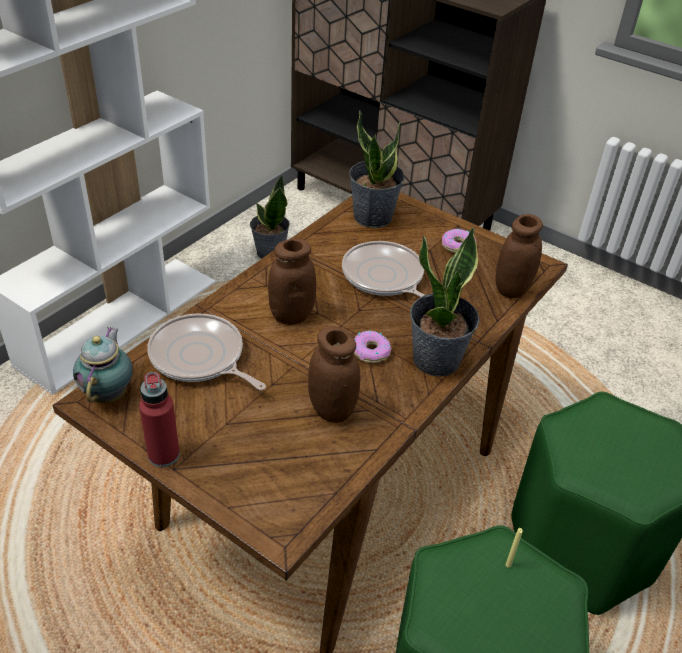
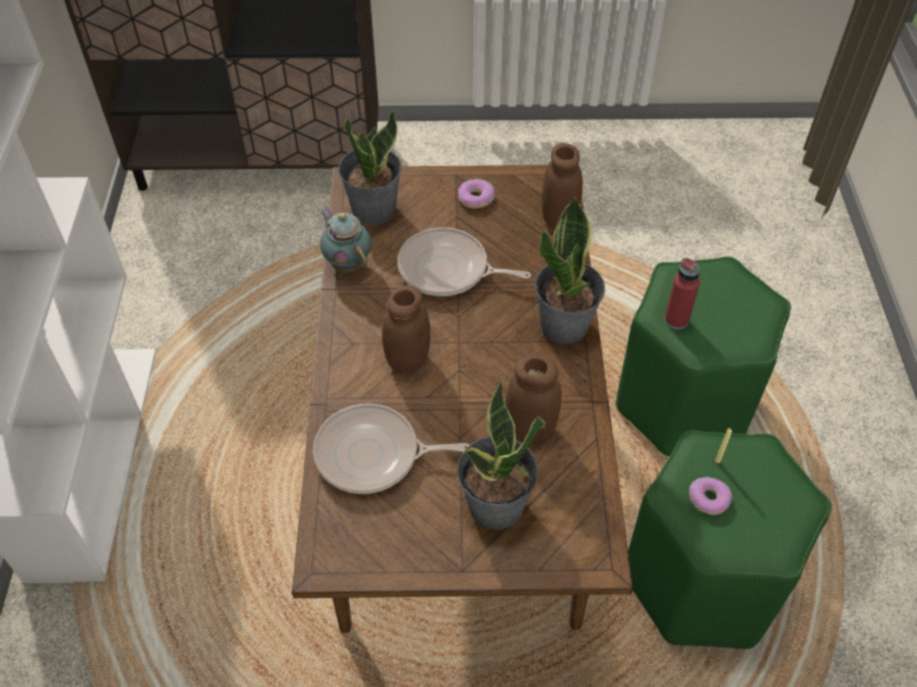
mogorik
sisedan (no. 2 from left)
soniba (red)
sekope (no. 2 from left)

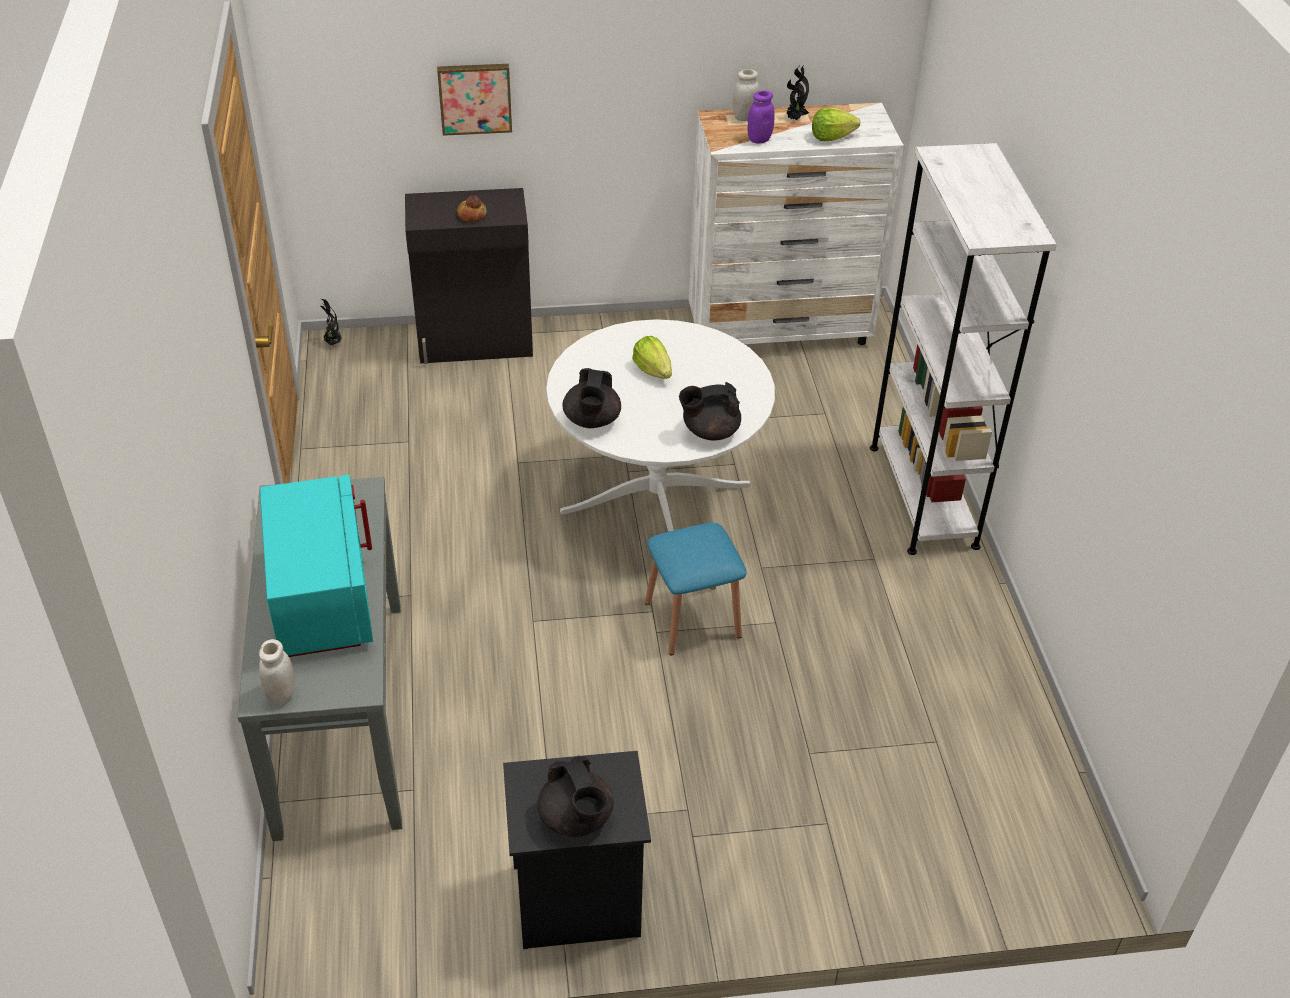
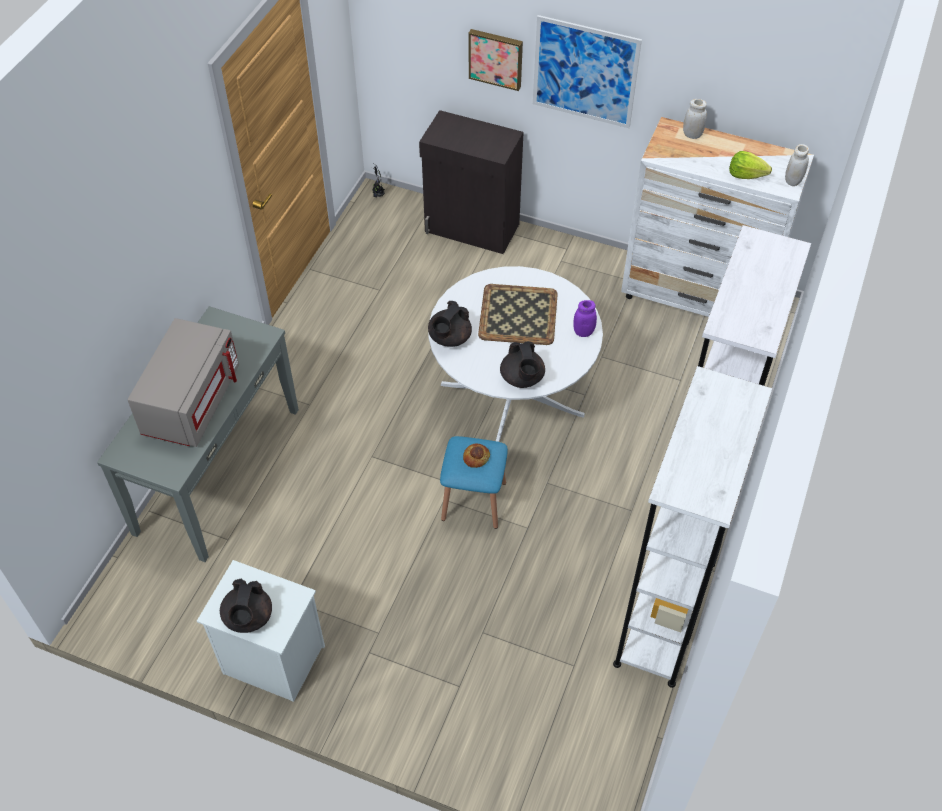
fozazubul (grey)
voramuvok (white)
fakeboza
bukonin
mogorik (black) (no. 3 from left)
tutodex (no. 2 from left)
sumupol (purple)
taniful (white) (no. 1 from left)
sumupol (white) (no. 2 from left)
sisedan (no. 2 from left in the first image)

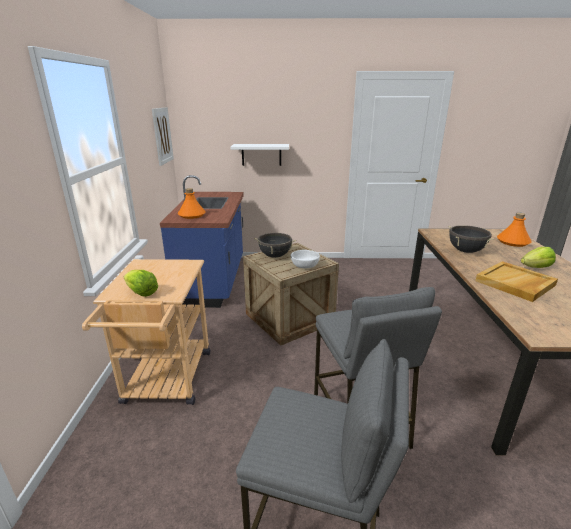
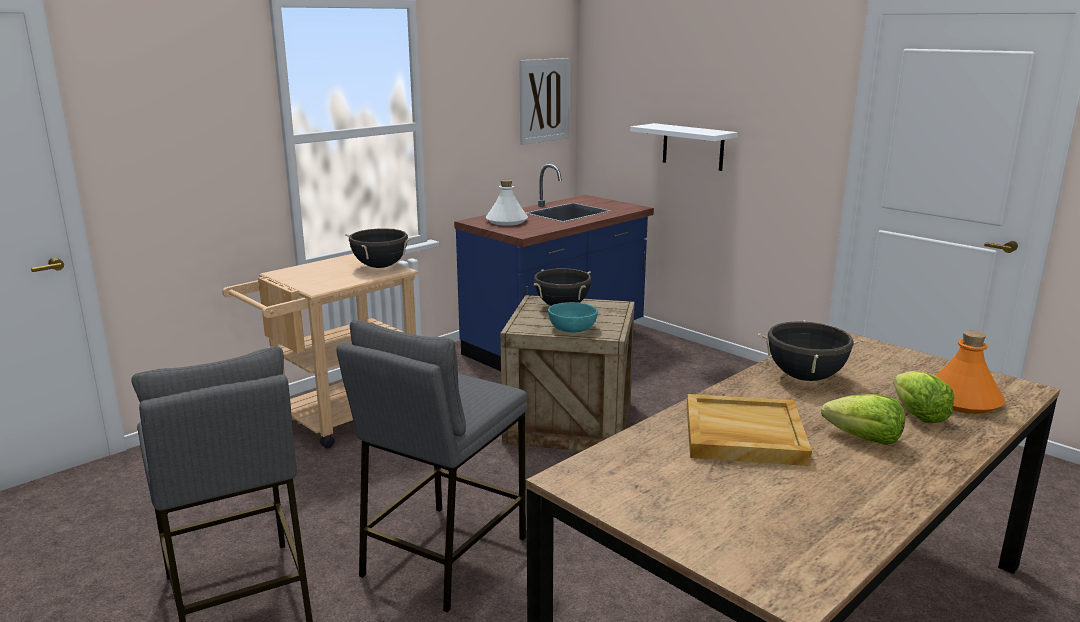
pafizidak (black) (no. 1 from left)
soniba (white)
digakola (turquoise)
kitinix (no. 2 from left)

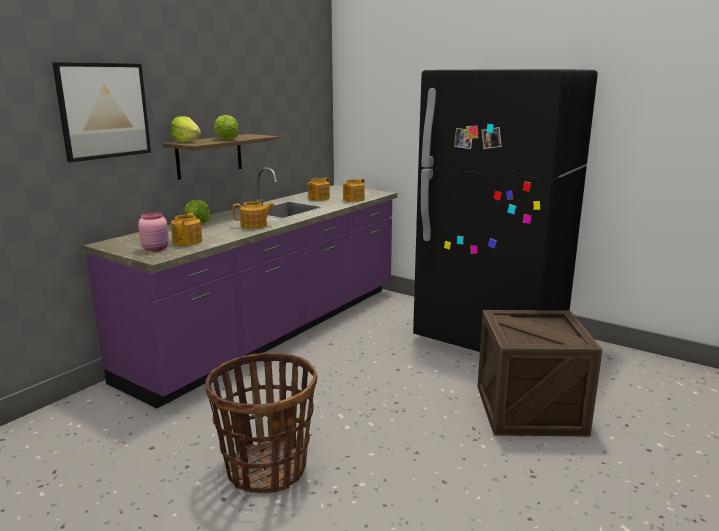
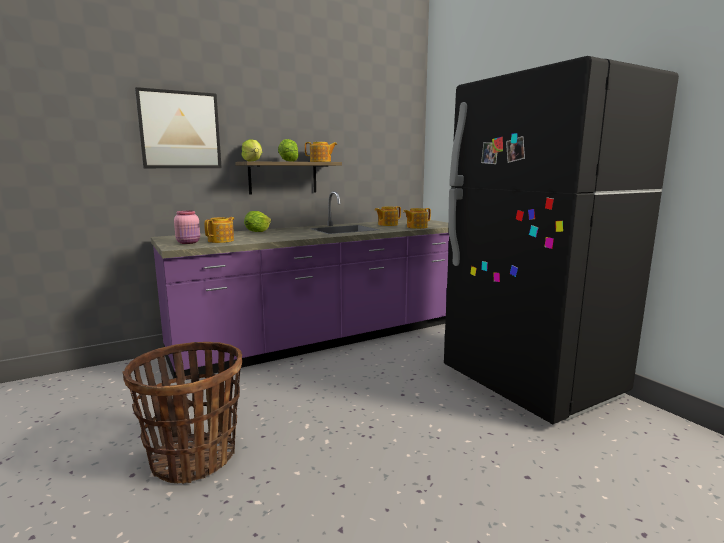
mogorik (no. 2 from left)
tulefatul

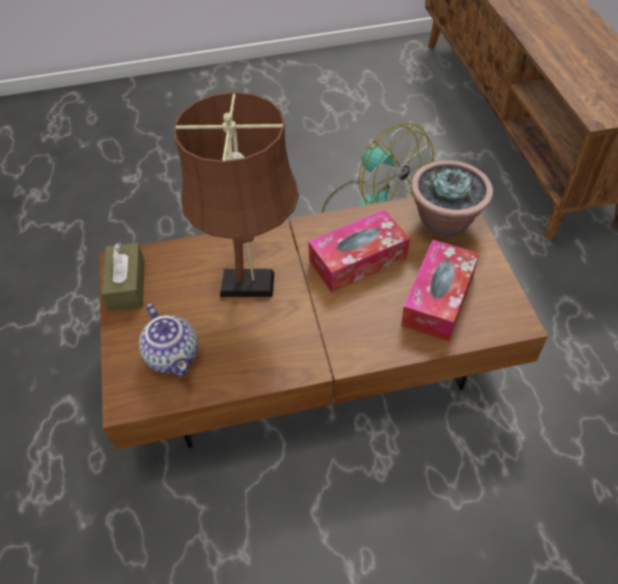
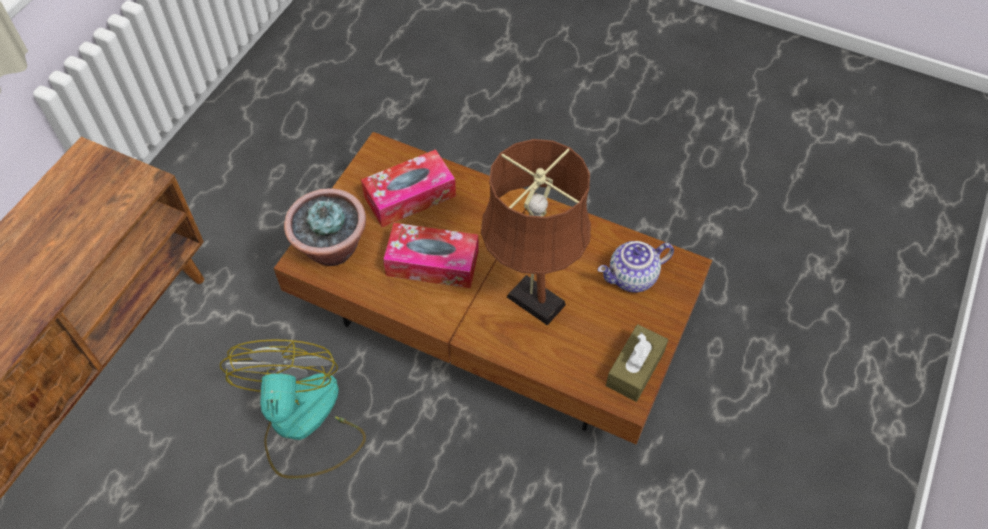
mogorik

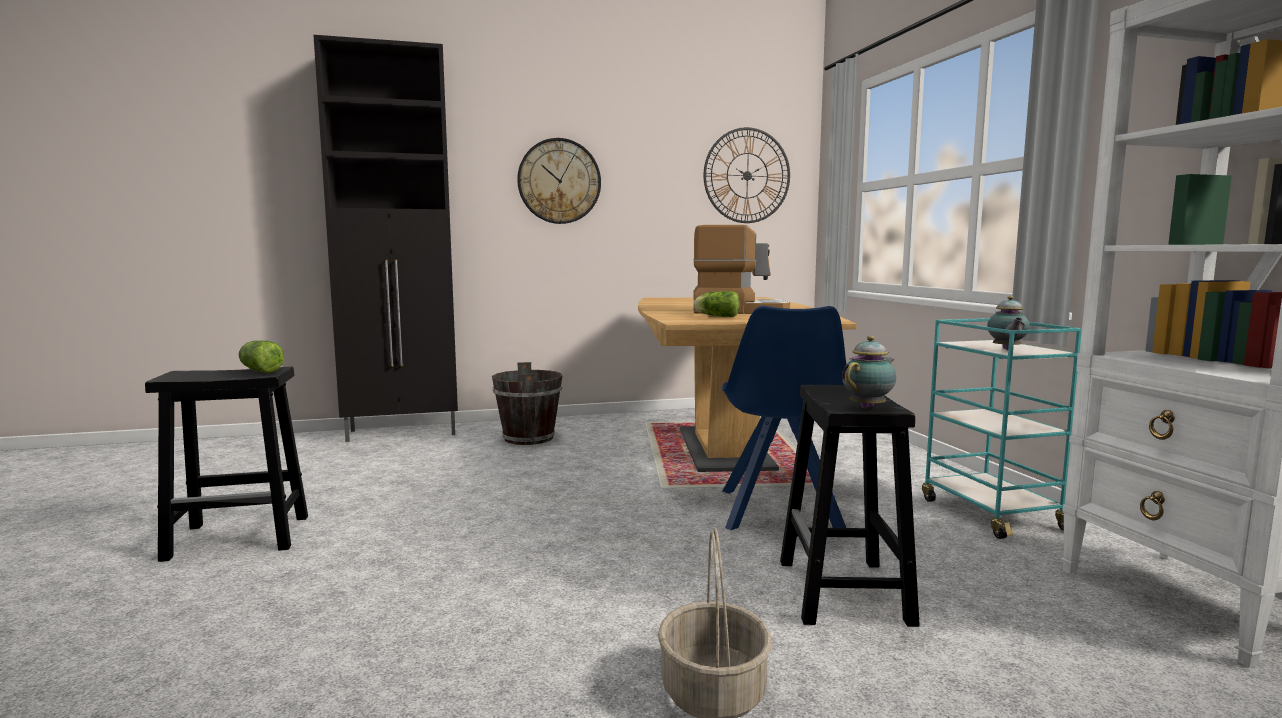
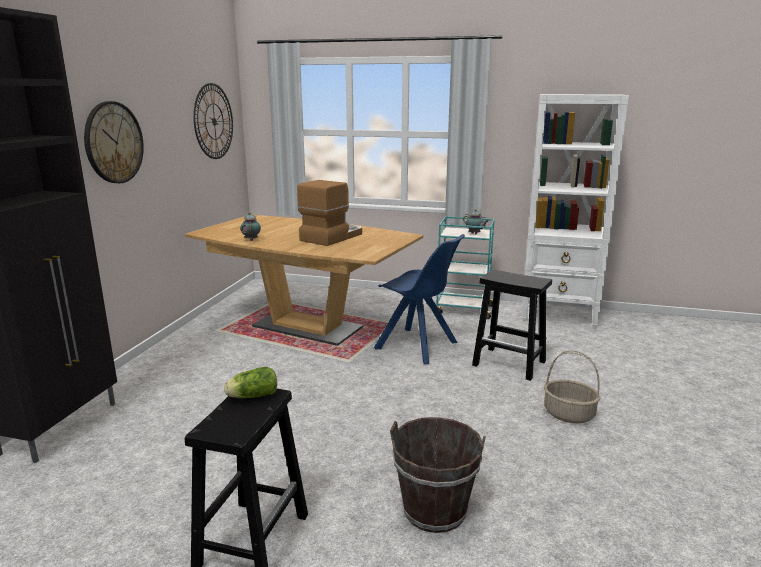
mogorik (no. 1 from left)
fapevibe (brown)
kitinix (no. 2 from left in the first image)

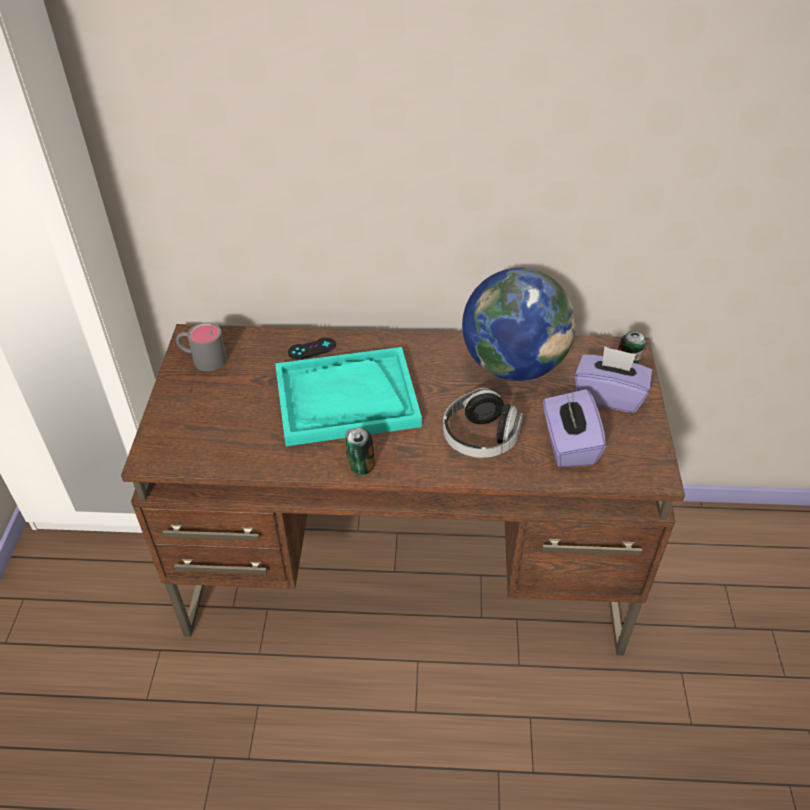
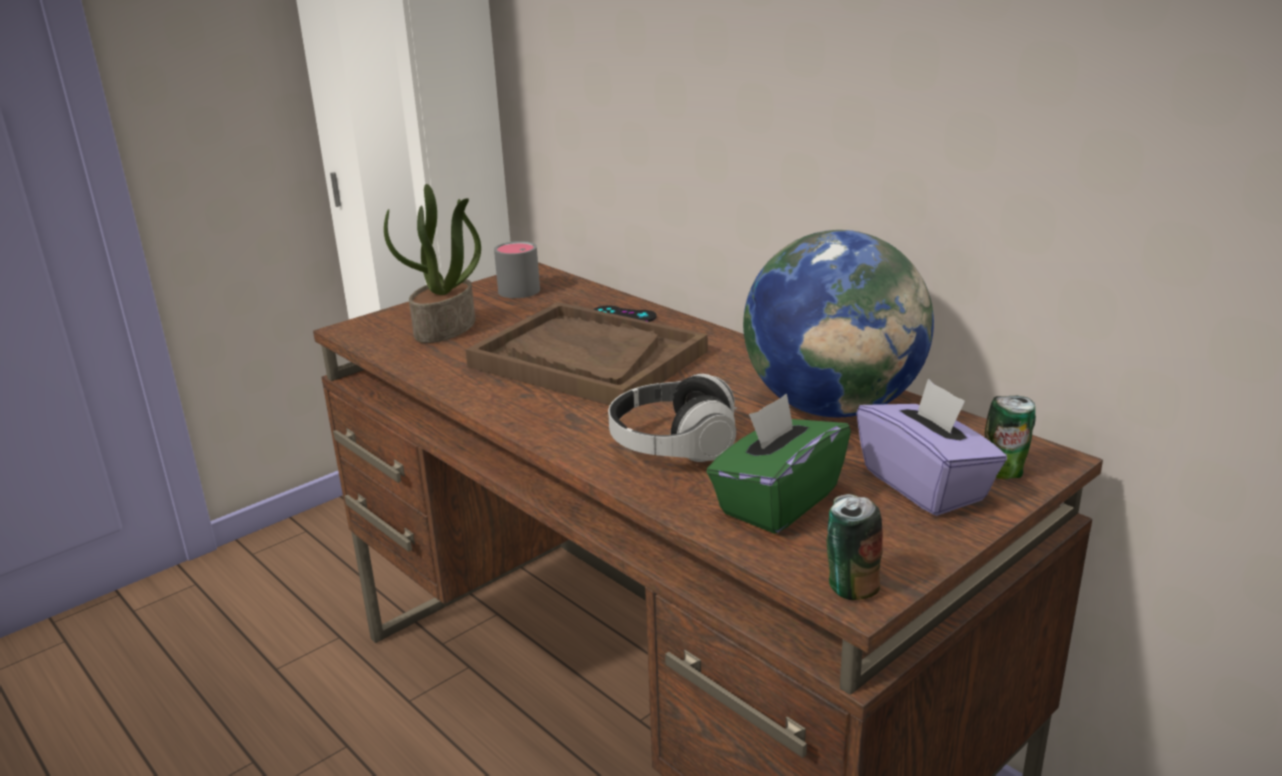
sisedan
bukonin (brown)
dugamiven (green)
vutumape (no. 1 from left)

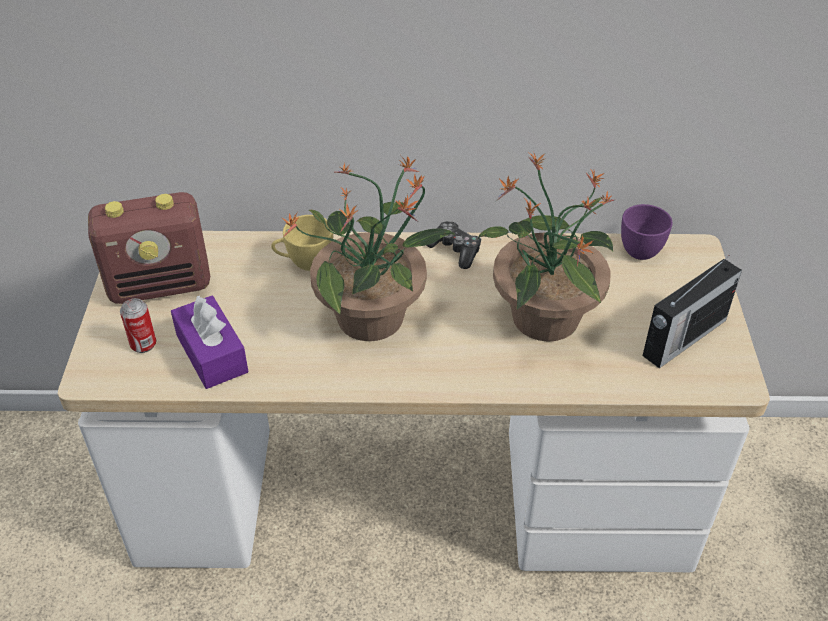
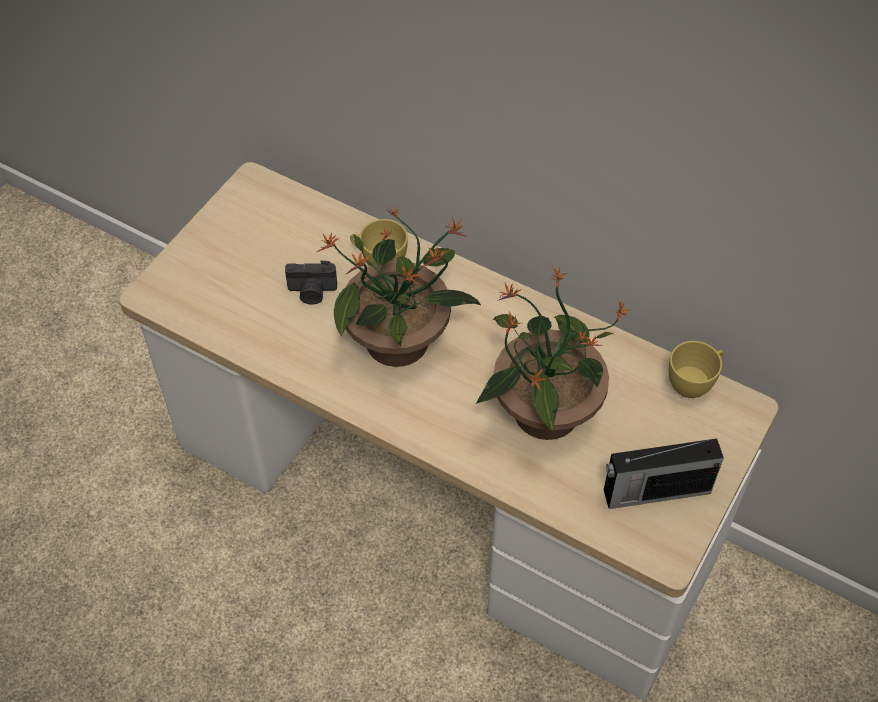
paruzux
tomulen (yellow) (no. 2 from left)
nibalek (no. 1 from left in the first image)
vutumape
dugamiven (purple)
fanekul

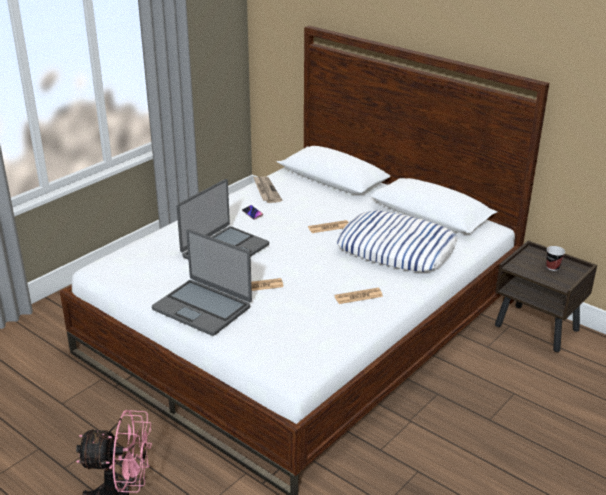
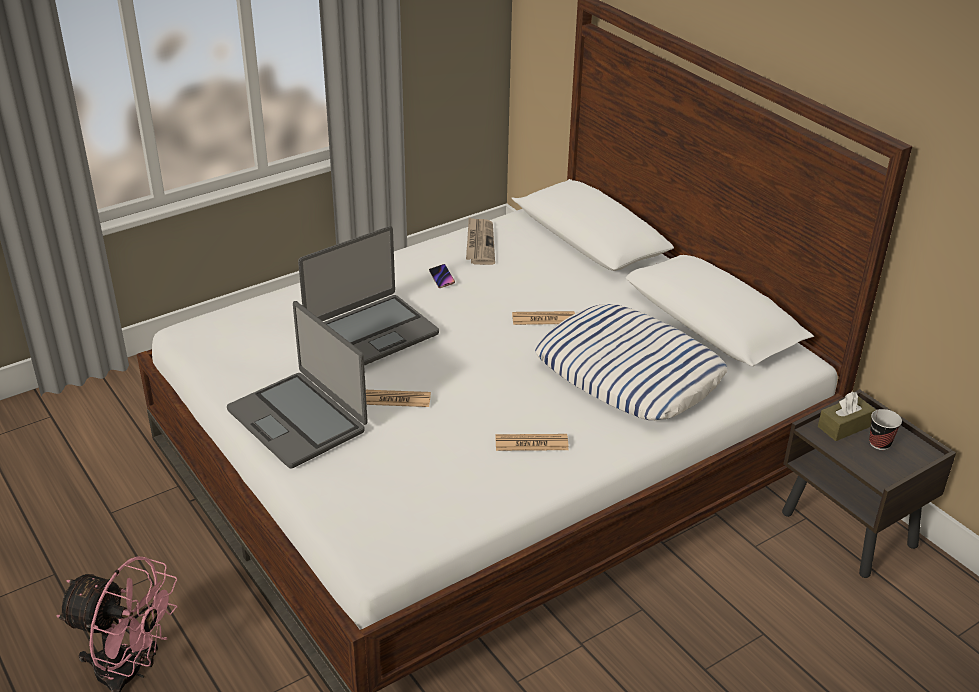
dugamiven (brown)

